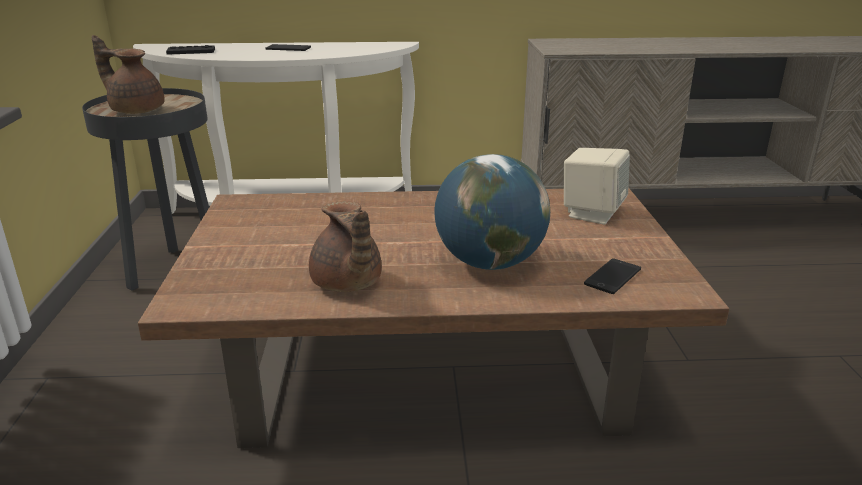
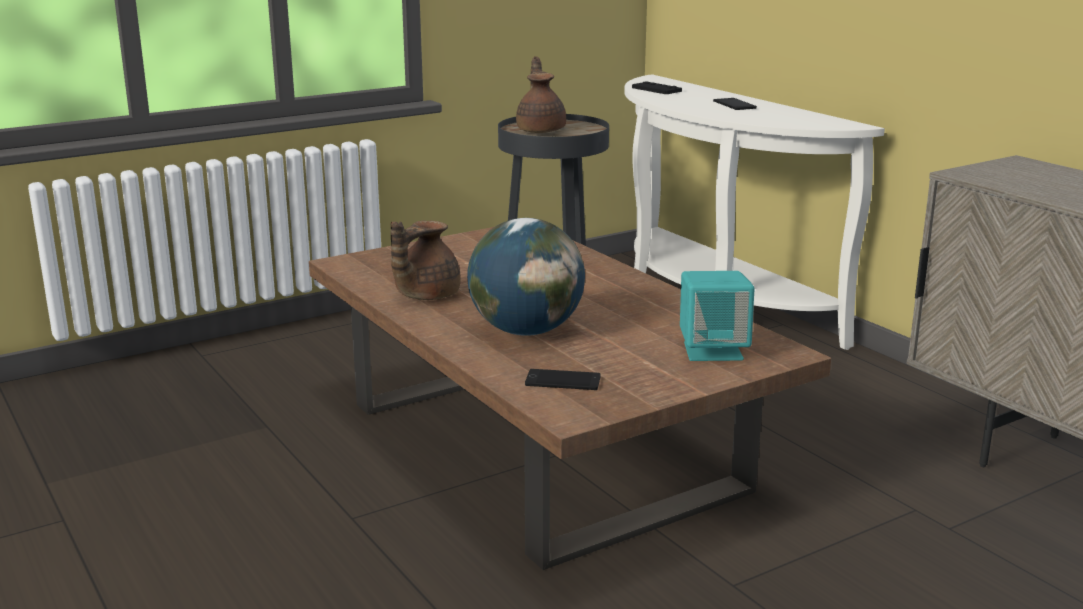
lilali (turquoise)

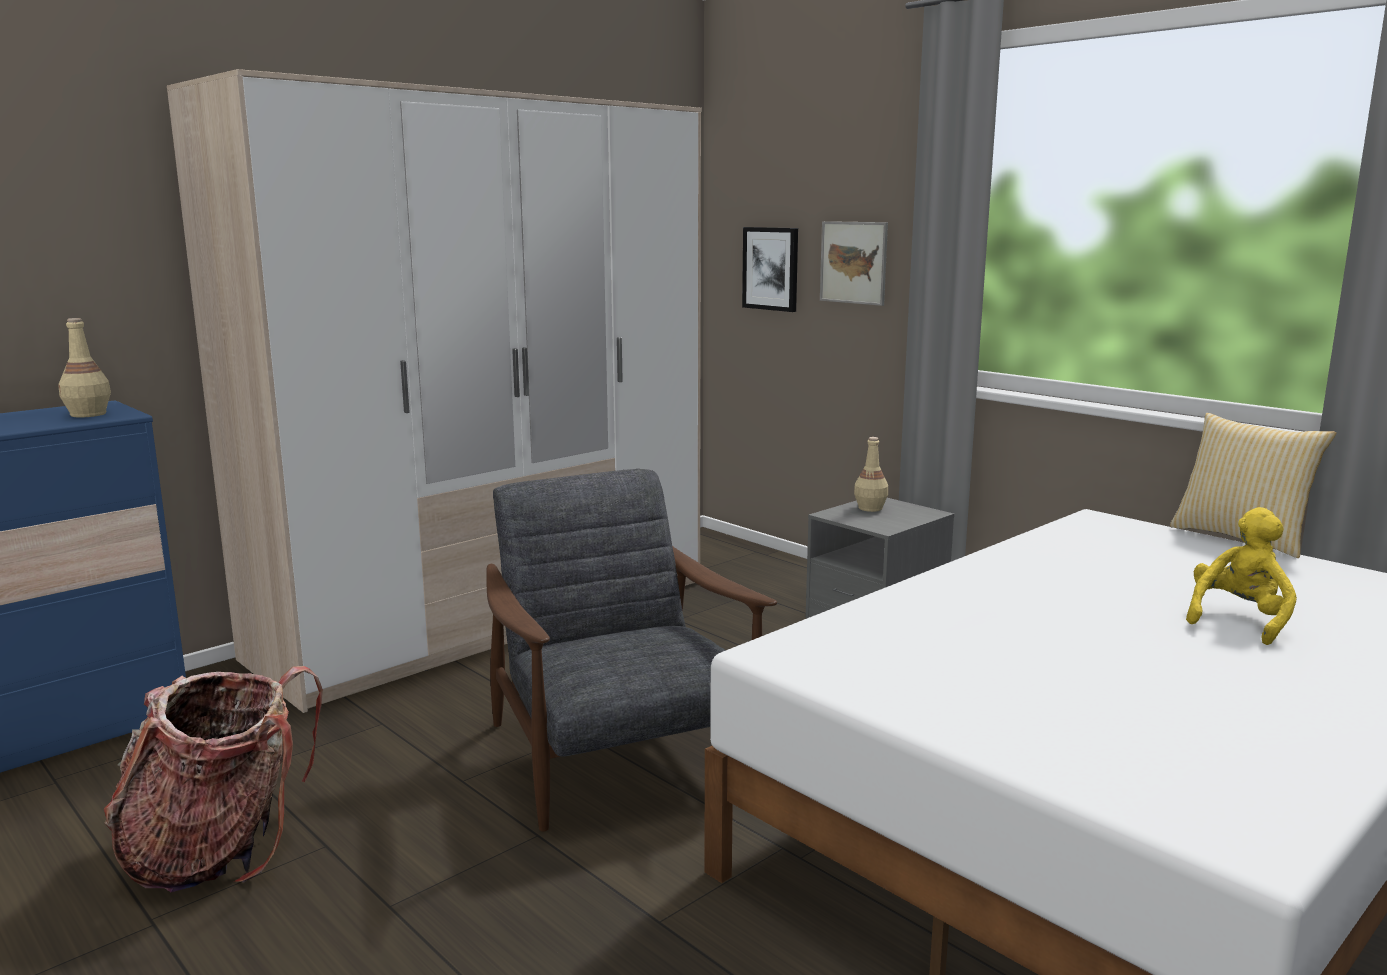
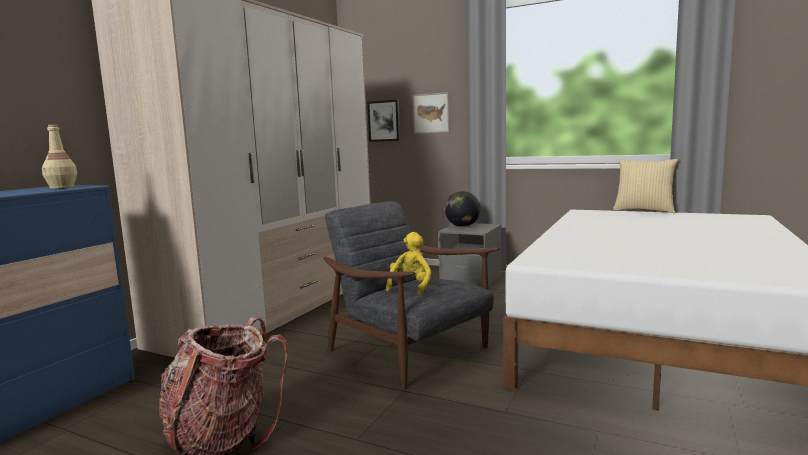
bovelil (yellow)
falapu

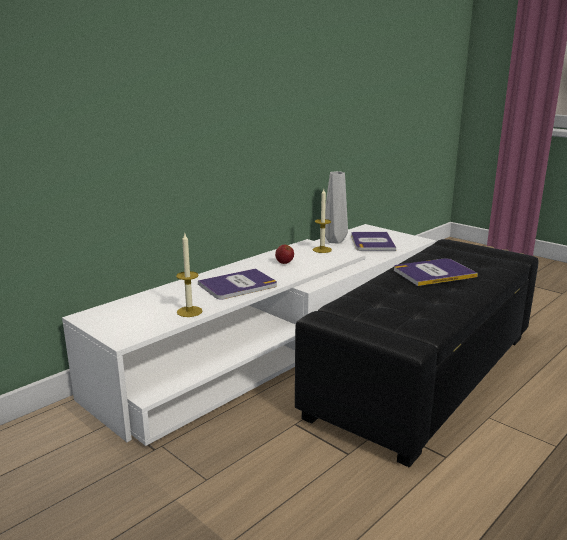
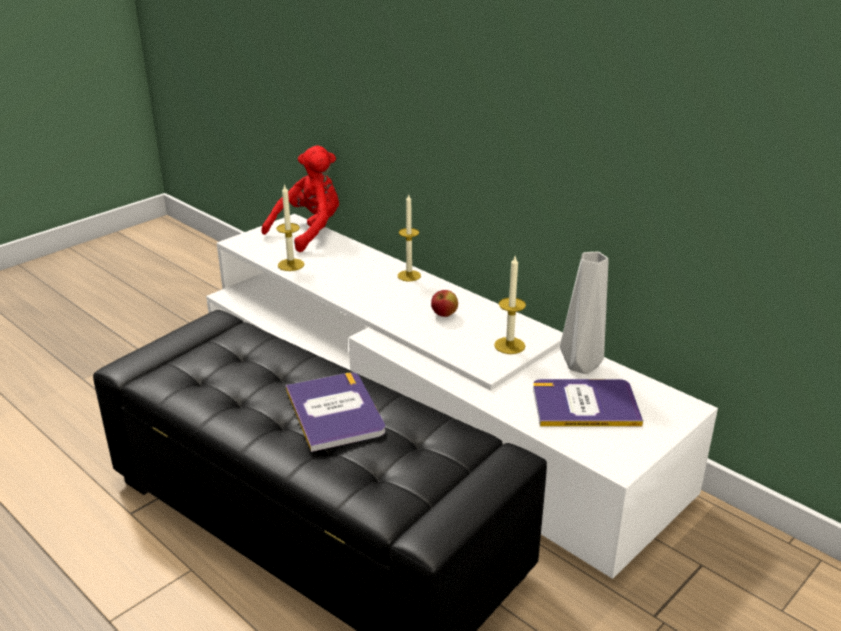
bovelil (red)
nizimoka (no. 2 from left)
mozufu (no. 1 from left in the first image)

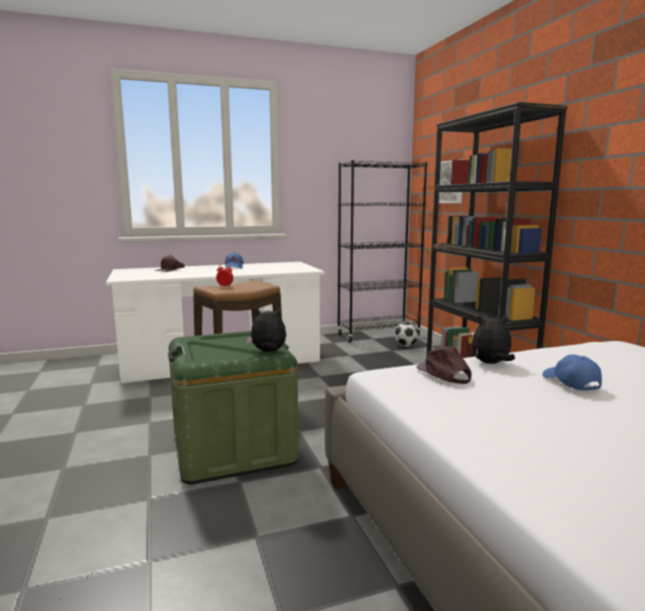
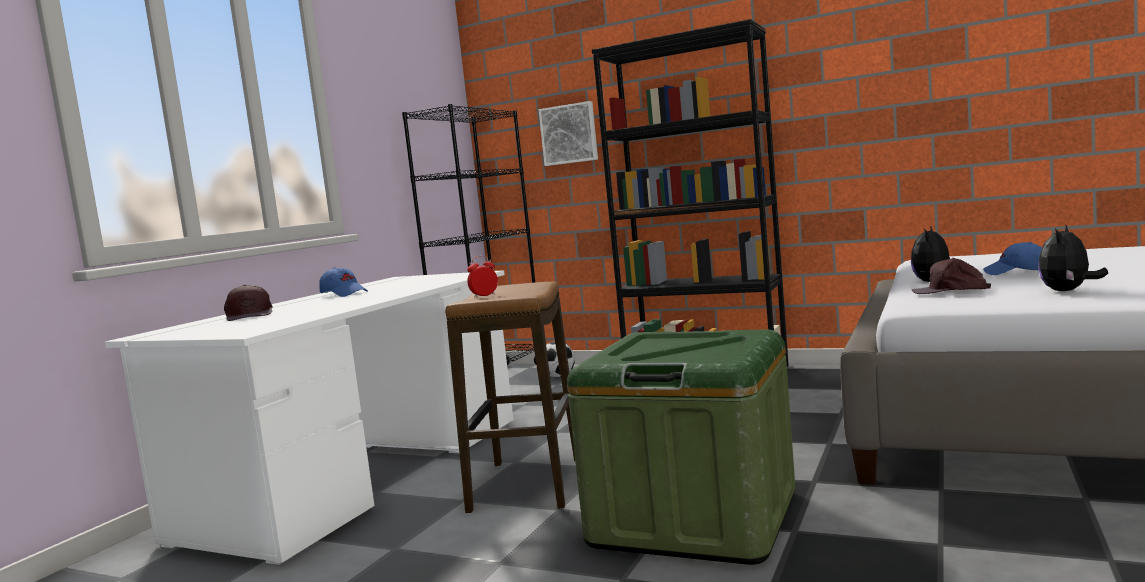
bovelil (no. 2 from left)

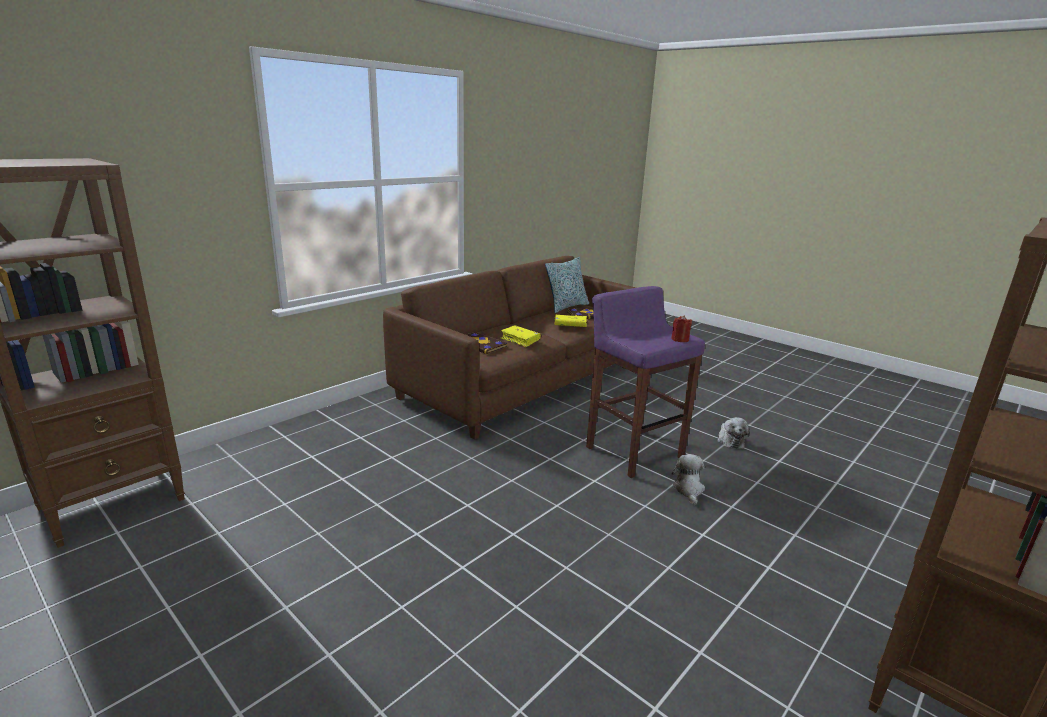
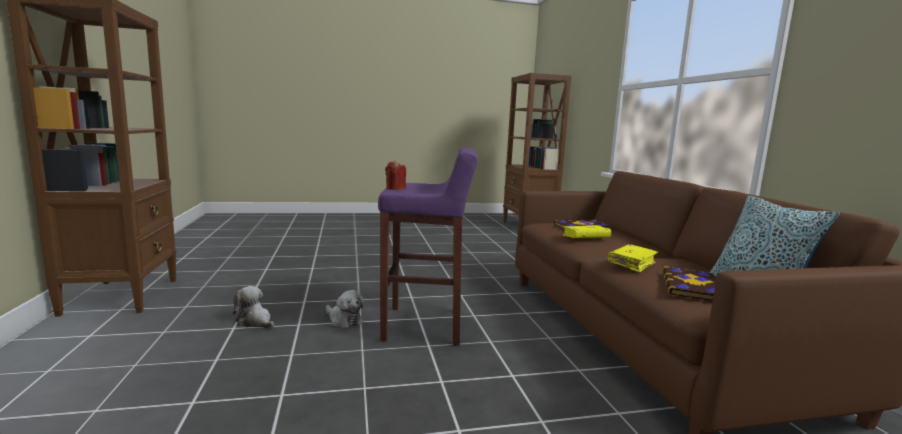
bovelil (no. 1 from left)

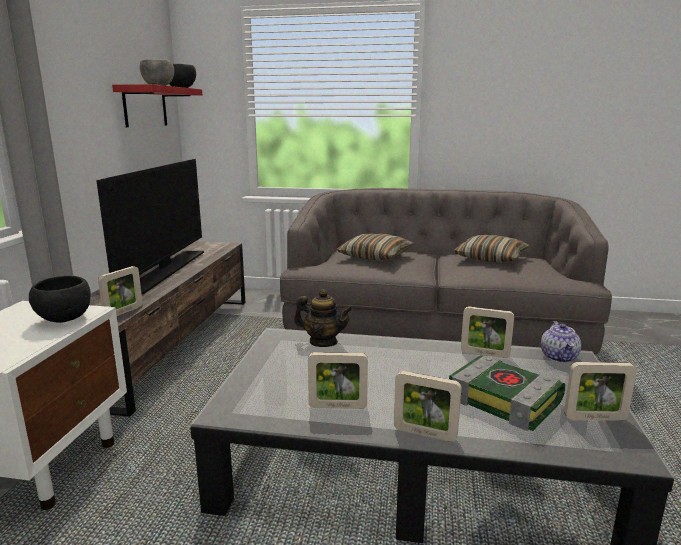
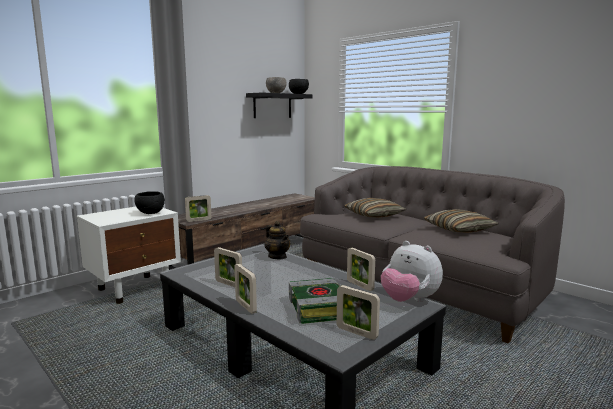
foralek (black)
bovelil
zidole

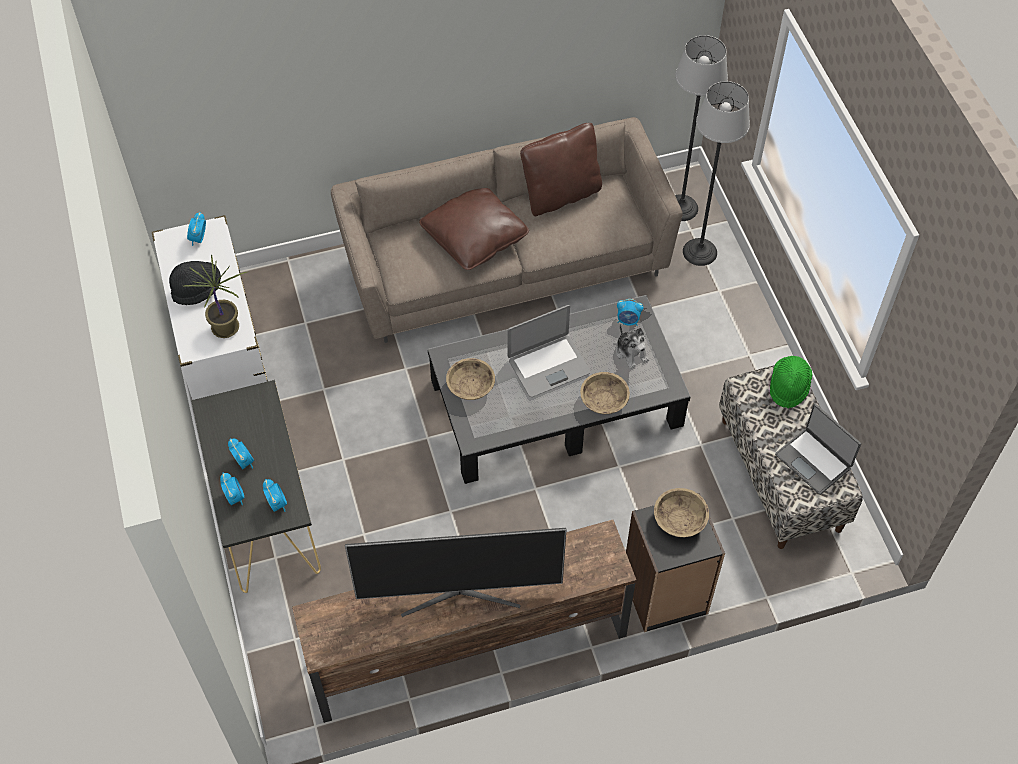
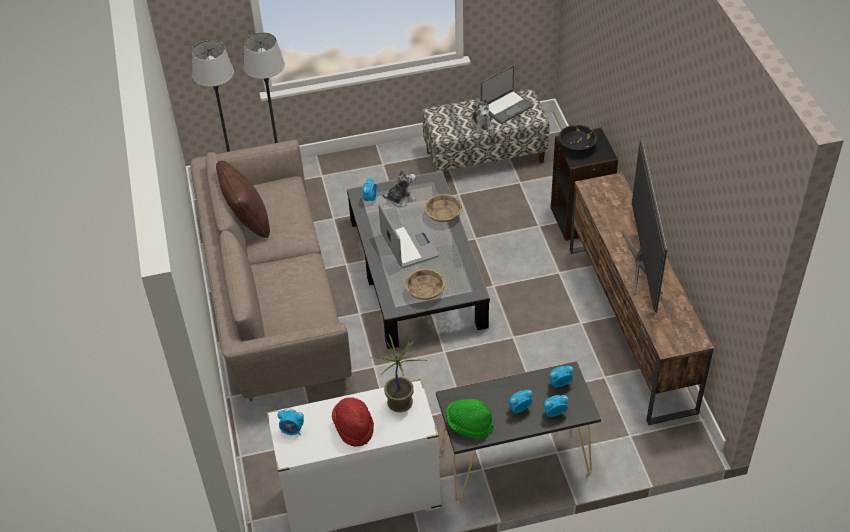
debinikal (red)
debinikal (green)
bovelil (no. 2 from left)
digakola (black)
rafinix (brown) (no. 1 from left in the first image)

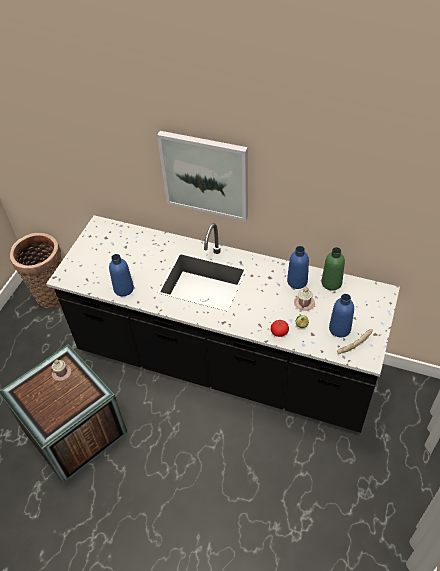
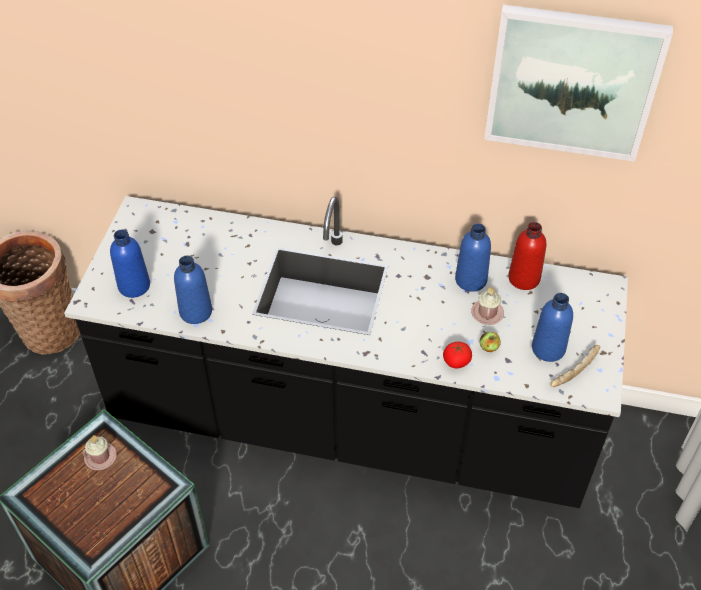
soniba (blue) (no. 1 from left)
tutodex
soniba (red)

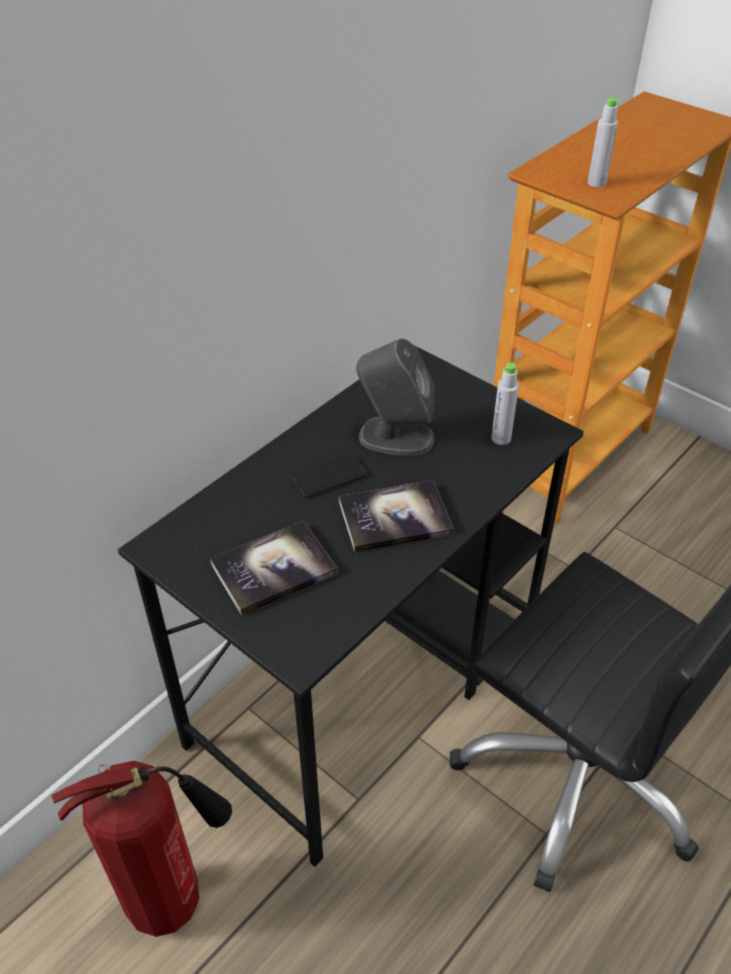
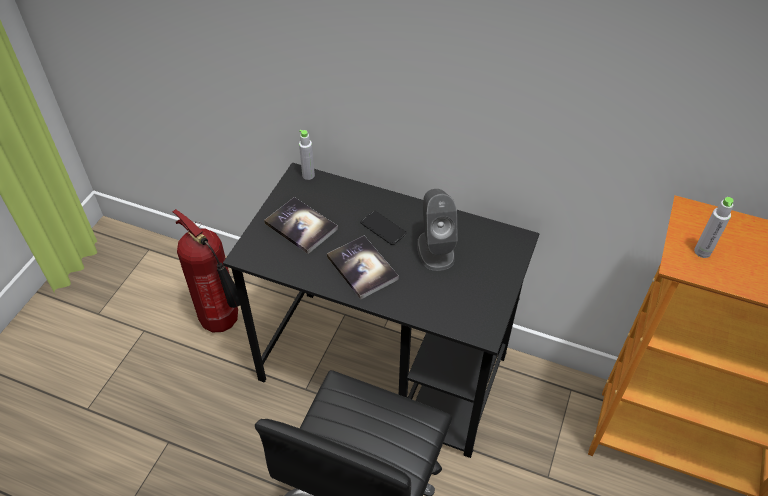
soniba (grey) (no. 1 from left)

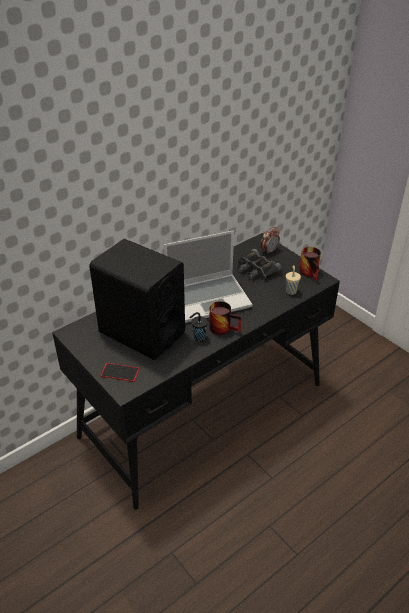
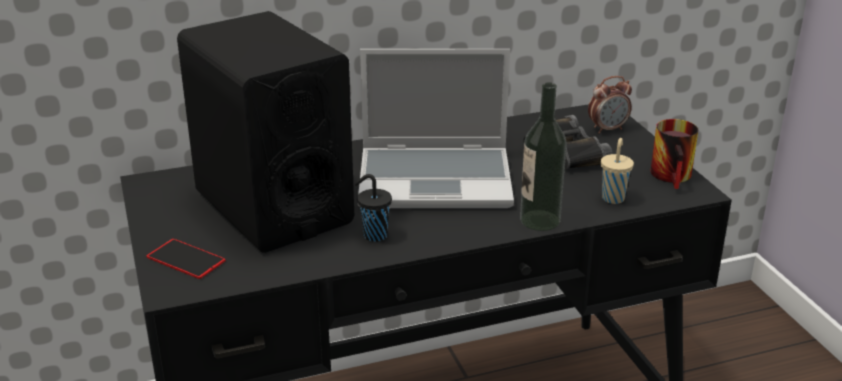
soniba
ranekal (no. 1 from left in the first image)

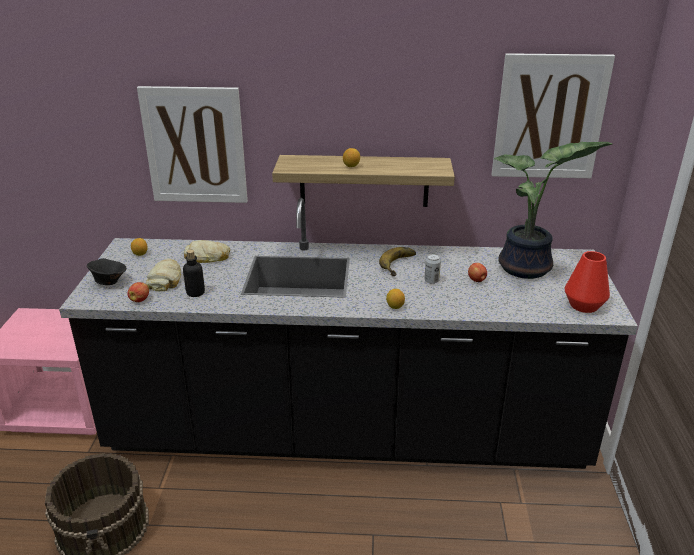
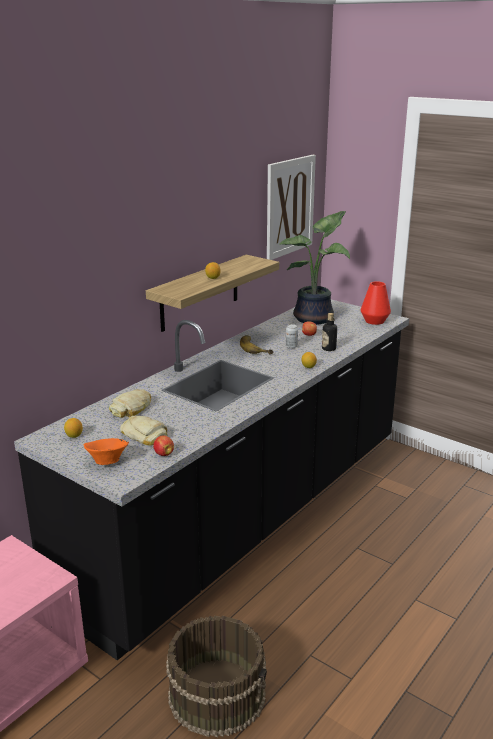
digakola (orange)
soniba
tutodex (no. 1 from left in the first image)

